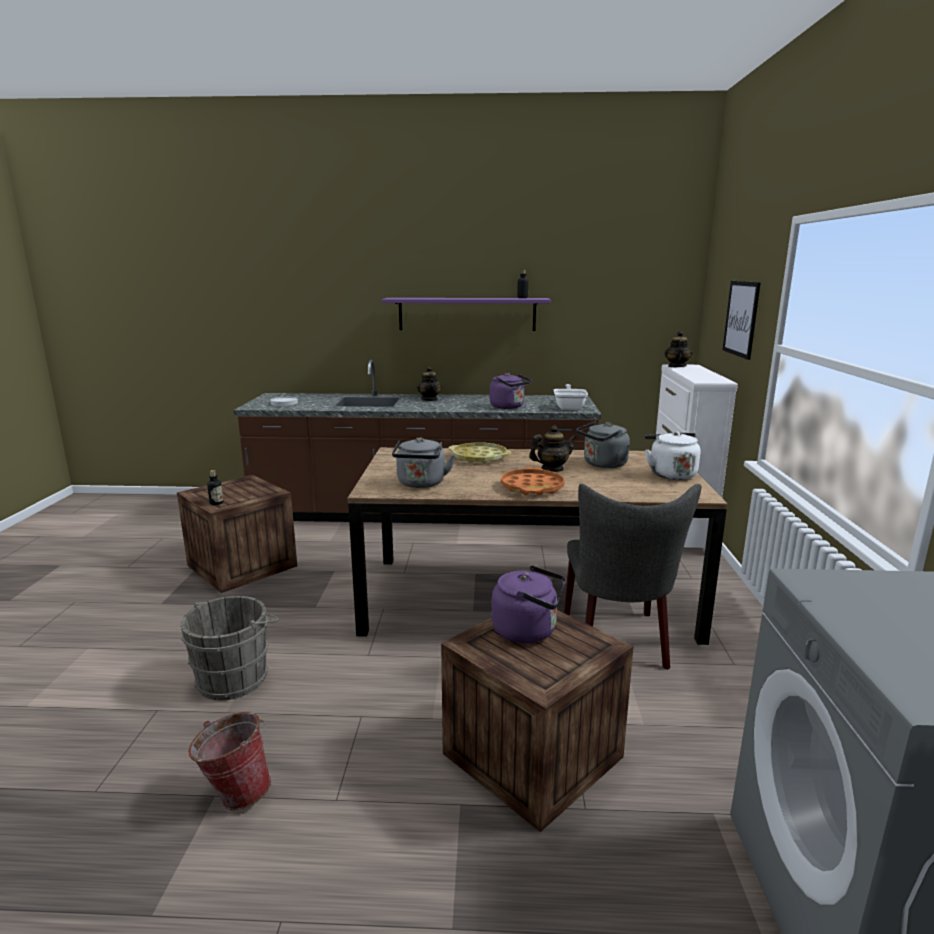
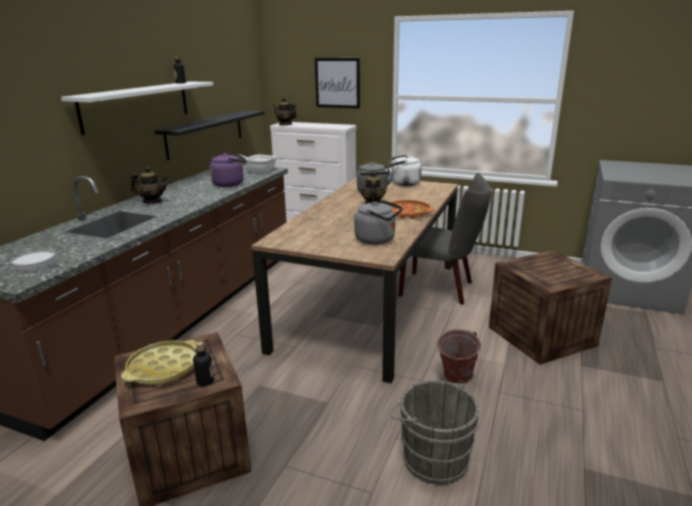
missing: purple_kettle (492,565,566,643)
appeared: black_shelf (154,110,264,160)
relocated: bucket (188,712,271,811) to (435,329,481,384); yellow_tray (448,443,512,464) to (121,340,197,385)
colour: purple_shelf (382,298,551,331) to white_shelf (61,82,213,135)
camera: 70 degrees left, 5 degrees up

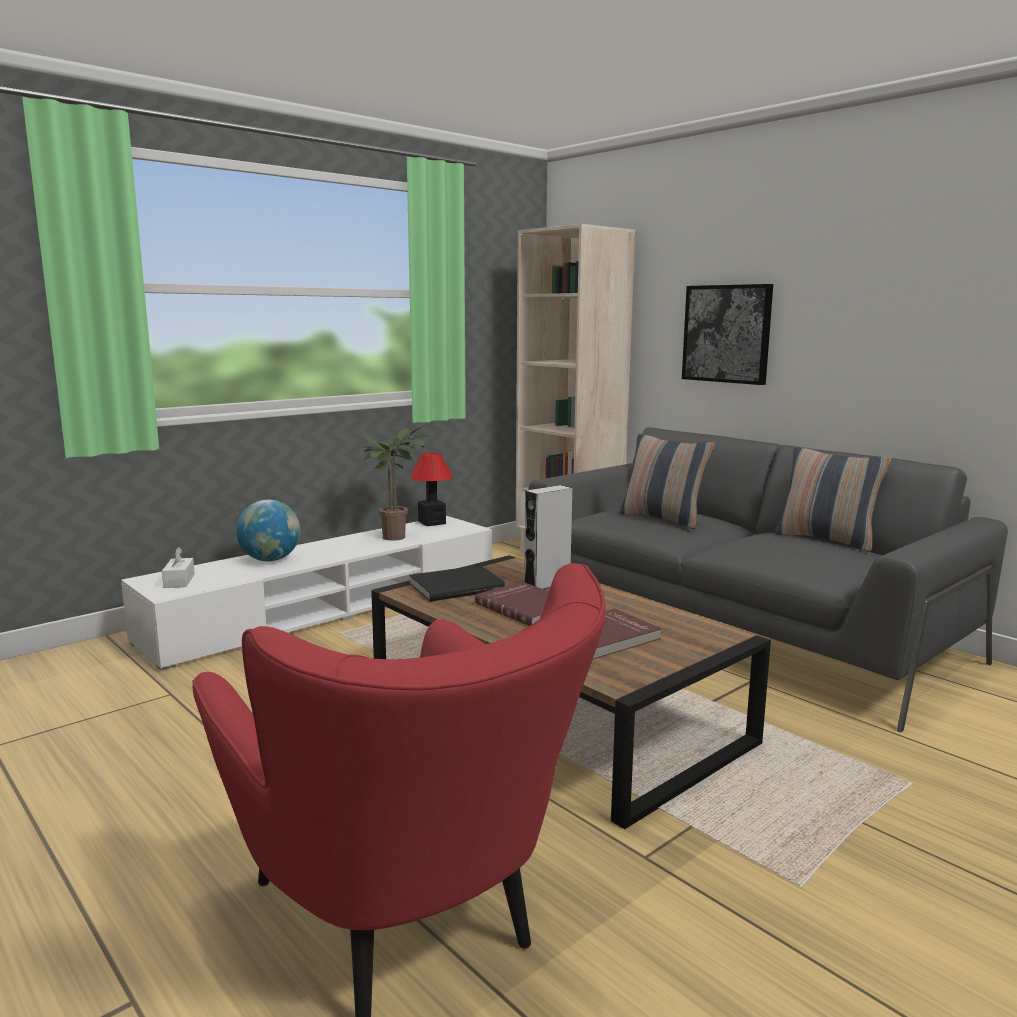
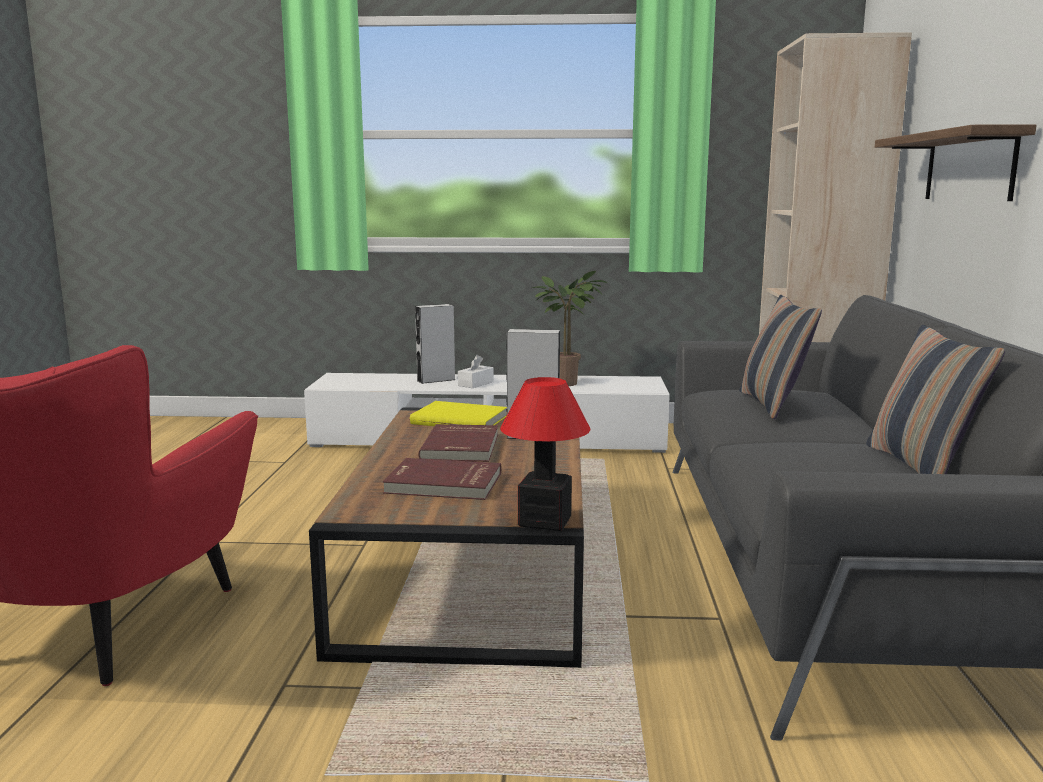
relocated: white_tissue_box (162,547,195,588) to (458,355,494,388); table_lamp (410,453,453,526) to (500,377,590,531)
exchanged: globe (236,500,300,562) to grey_speaker (415,304,455,384); picture (682,284,773,385) to shelf (875,124,1037,201)
colour: black_book (409,565,505,602) to yellow_book (410,401,507,426)
camera: 45 degrees right, 0 degrees up

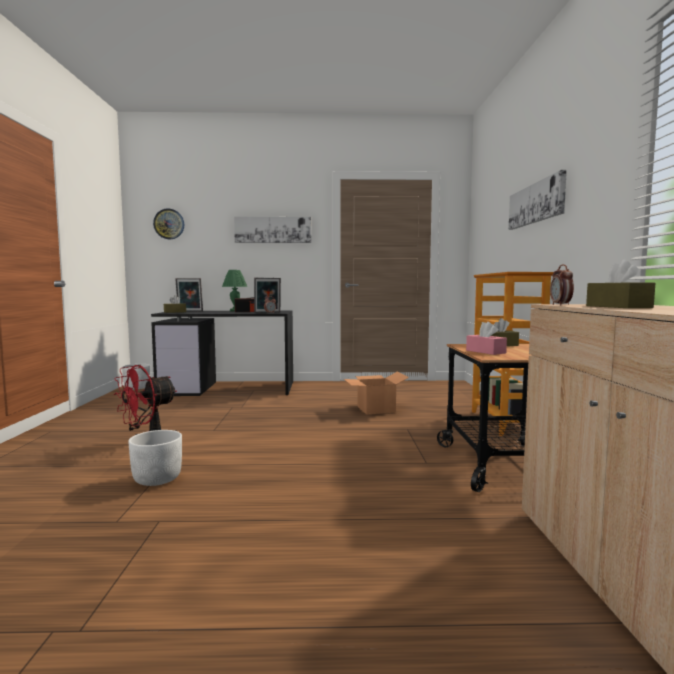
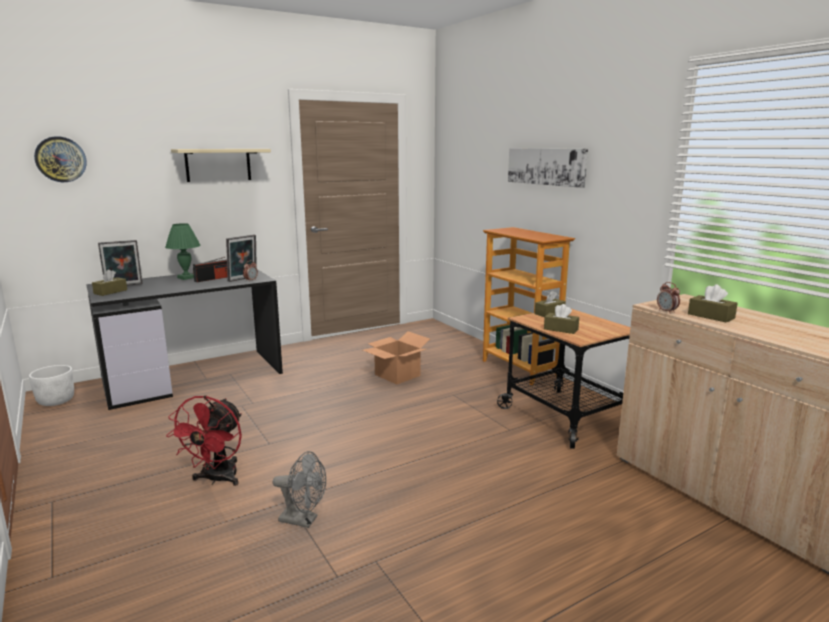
exchanged: white_planter (128,430,182,486) to grey_fan (273,451,326,528); picture (234,216,311,243) to beige_shelf (171,149,271,182)
colour: pink_tissue_box (466,322,507,355) to brown_tissue_box (544,304,579,334)
camera: 30 degrees left, 10 degrees up

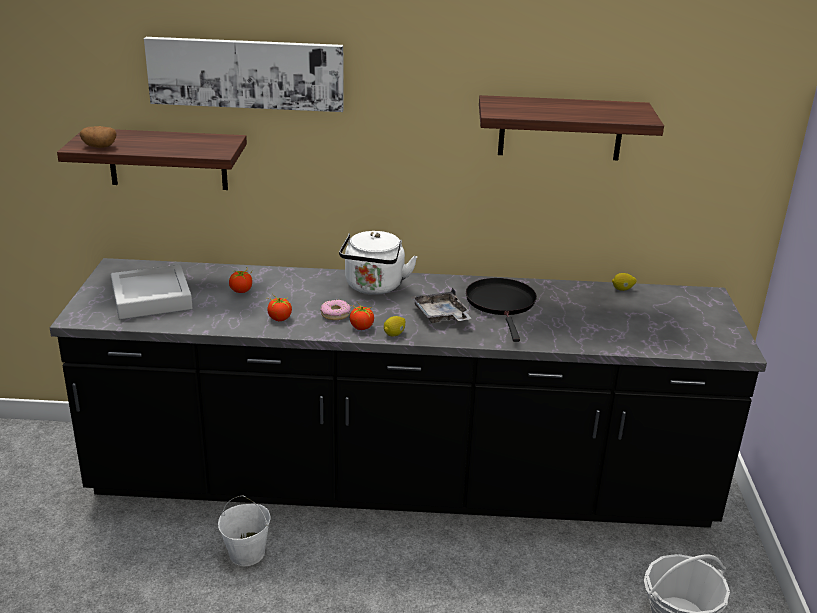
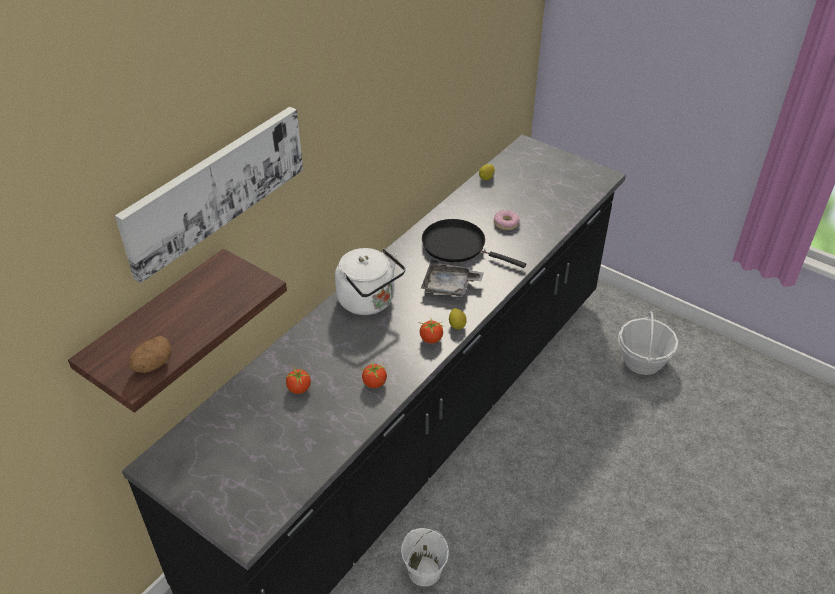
missing: grey_tray (111,265,192,319); shelf (479,95,664,160)
relocated: donut (320,300,351,320) to (494,210,520,230)
camera: 55 degrees left, 15 degrees up

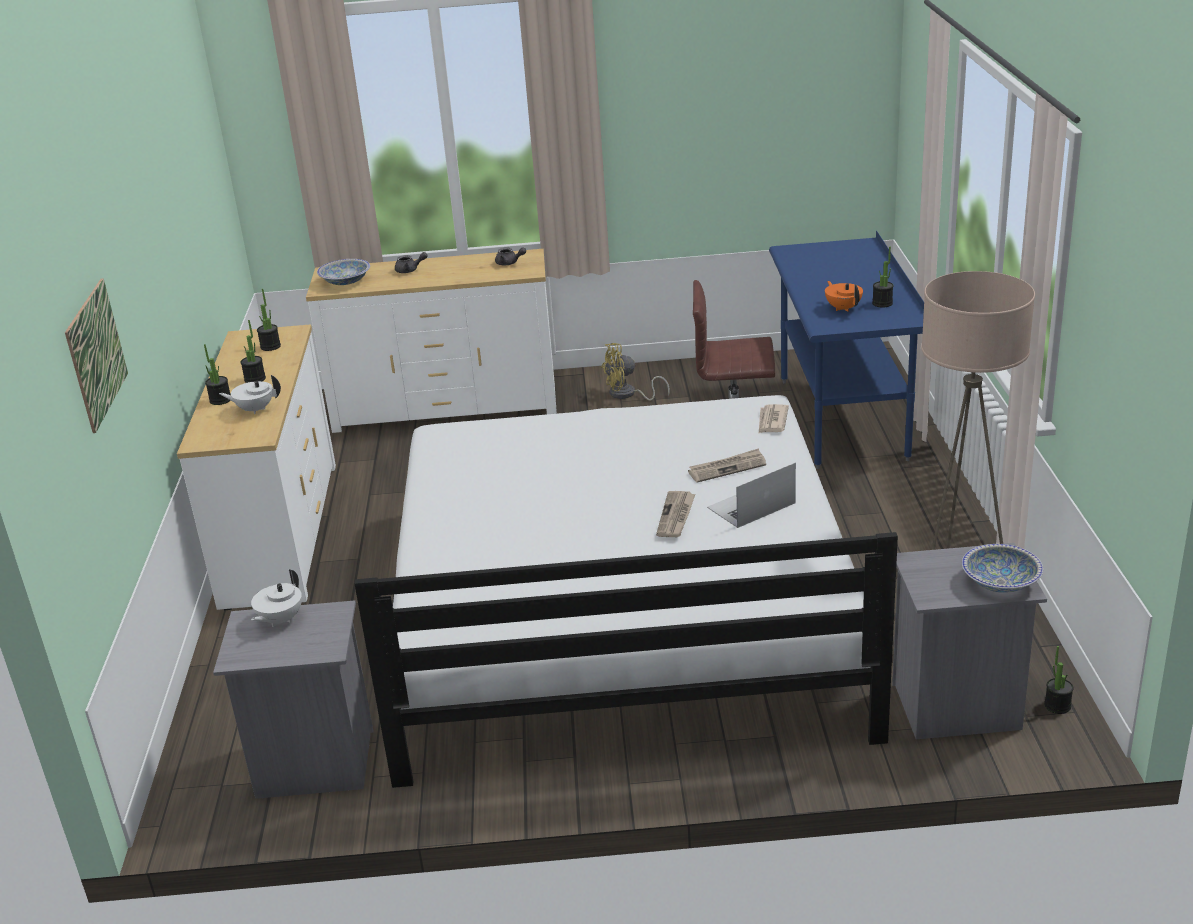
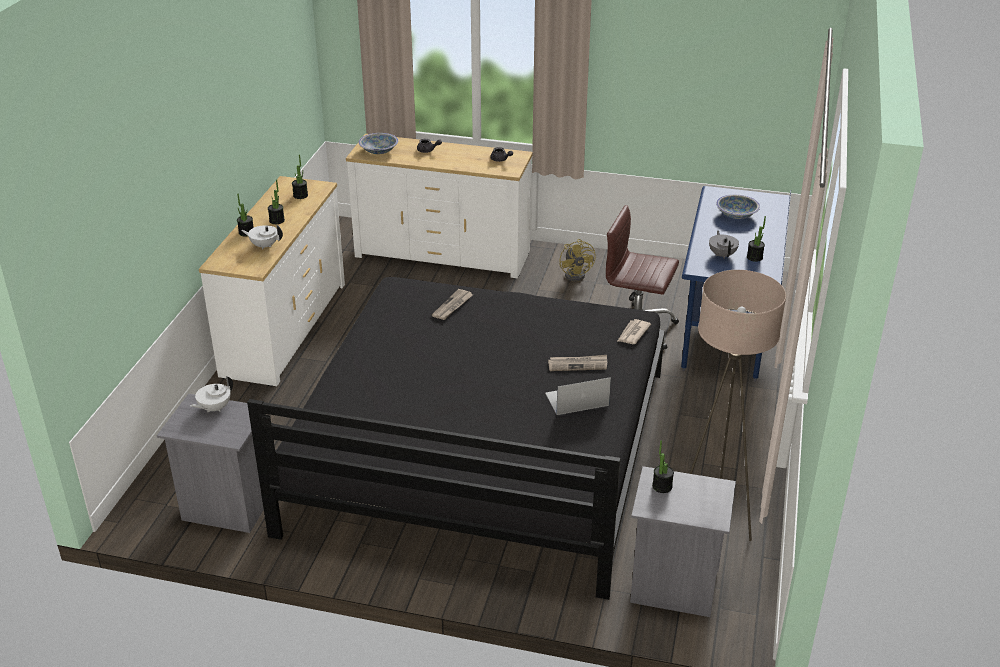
missing: picture (65,278,128,433)
relocated: newspaper (656,491,695,537) to (432,289,473,320); bowl (962,544,1043,593) to (716,194,760,219); potted_plant (1044,646,1074,714) to (652,440,674,493)
colour: white_bed (354,395,898,788) to black_bed (247,277,665,600); orange_teapot (825,281,863,312) to grey_teapot (709,230,739,259)
spun: yellow_fan (601,343,670,401) = (559,239,596,282) 105 degrees counterclockwise
camera: 15 degrees right, 5 degrees up

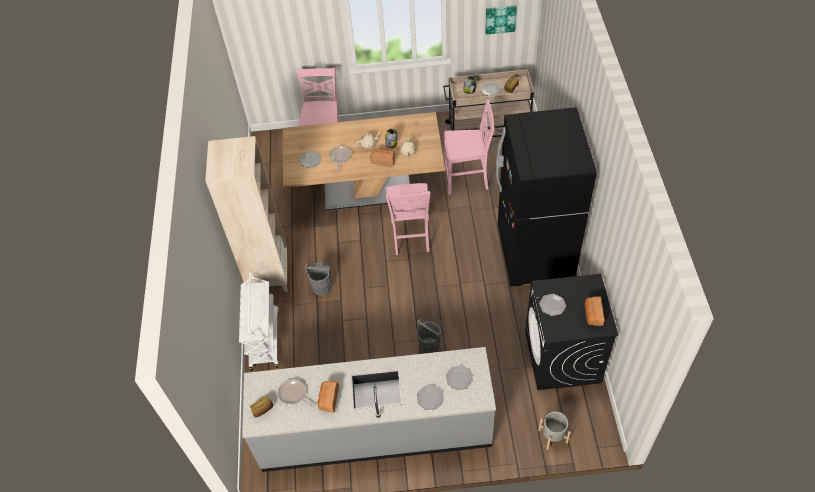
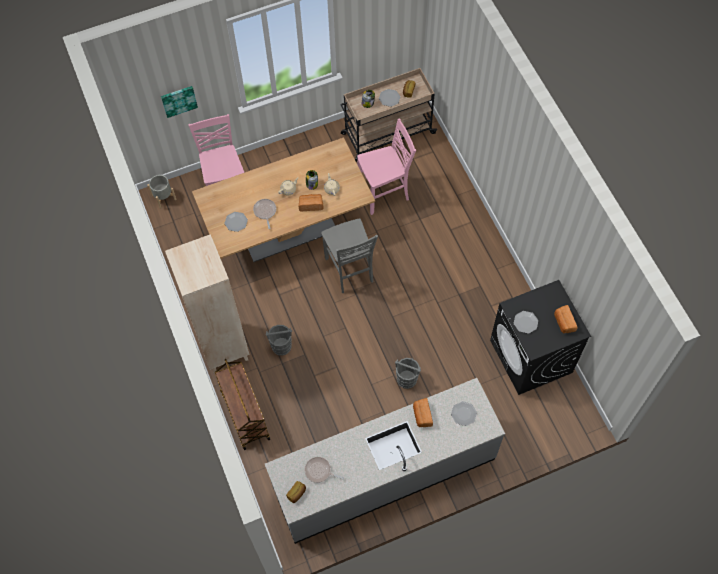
missing: plate (417,385,444,410); black_fridge (496,107,597,287)
relocated: bread (318,381,339,413) to (413,398,433,427); picture (485,5,517,35) to (161,86,198,118); grey_planter (538,412,571,450) to (147,175,176,209)
colour: white_cart (239,271,279,370) to brown_cart (215,359,270,450); pink_chair (386,183,430,255) to grey_chair (321,218,378,293)
camera: 20 degrees left, 10 degrees up

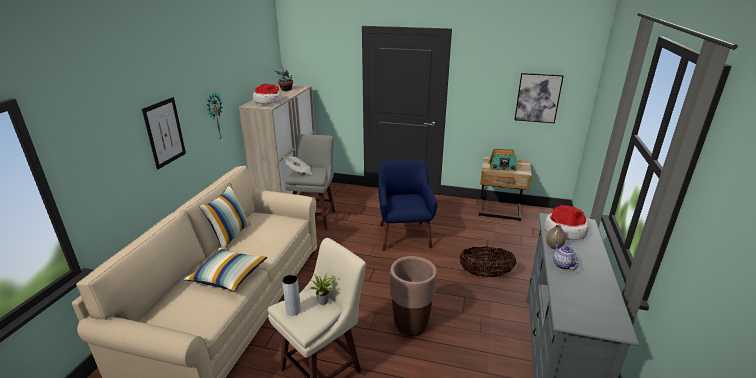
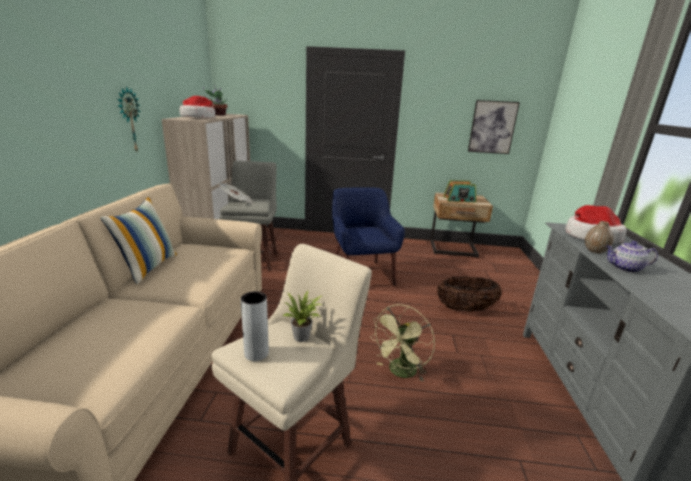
missing: picture (142,97,186,170); pillow (184,247,268,292)
exchanged: brown_planter (390,256,437,336) to green_fan (370,304,435,382)
spun: teapot (553,242,578,270) = (606,241,658,273) 60 degrees counterclockwise
camera: 10 degrees left, 5 degrees down

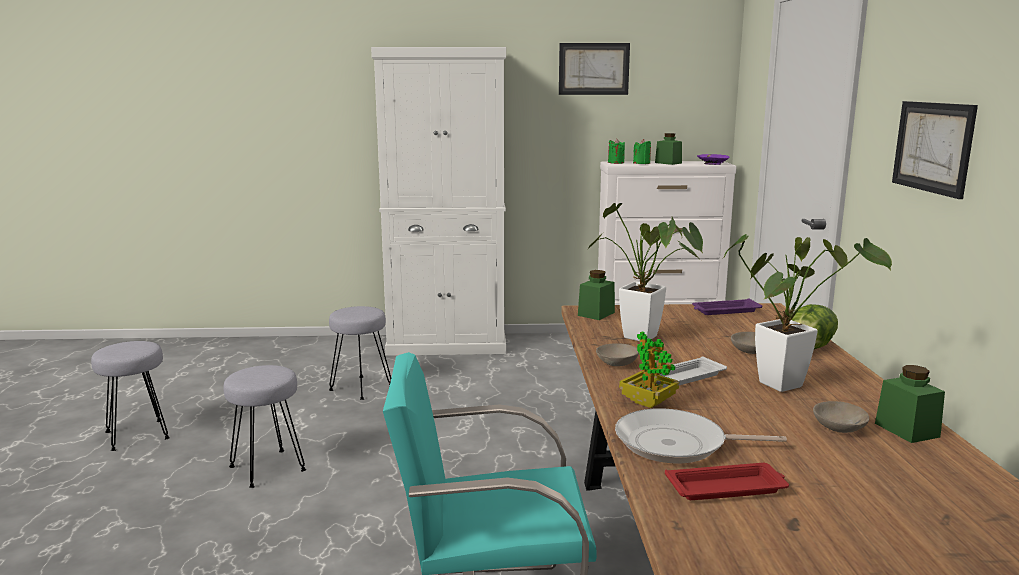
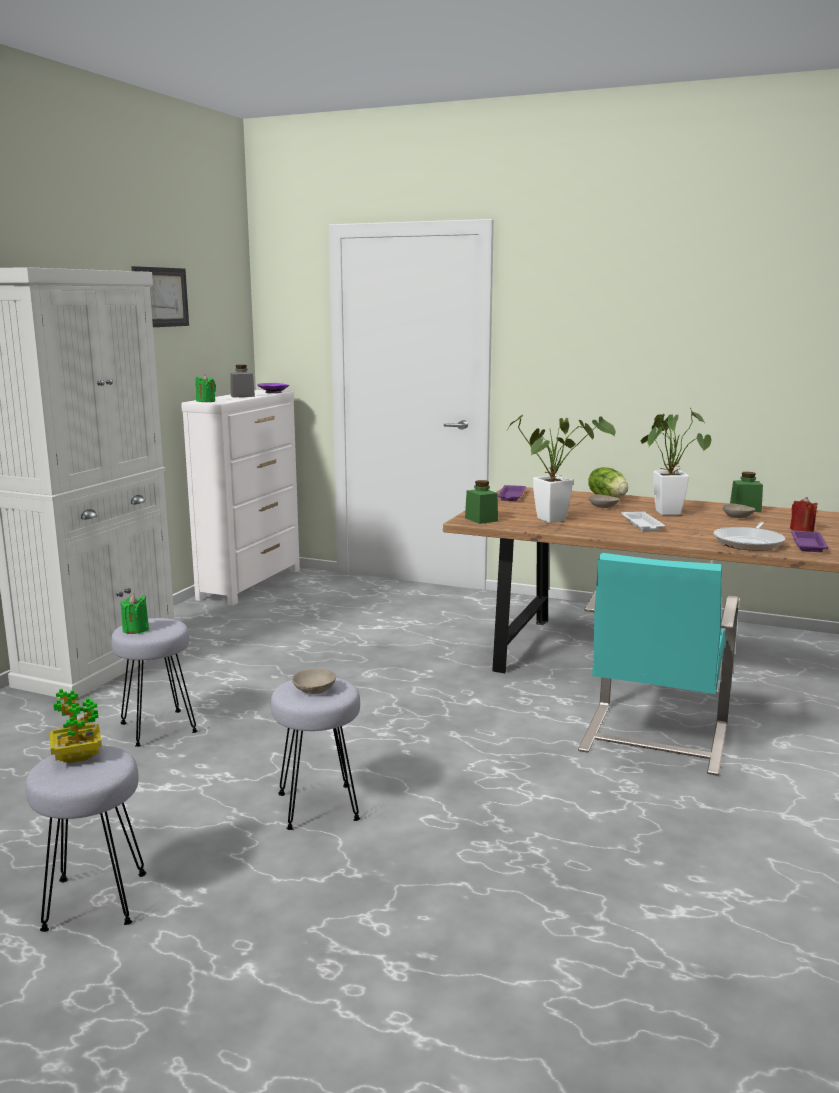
missing: picture (892,101,978,199)
appeared: red_candle (790,497,818,532)
relocated: beige_bowl (596,343,639,366) to (292,669,336,694); potted_plant (619,332,679,408) to (50,689,102,763); green_candle (633,139,651,164) to (120,594,149,634)
colour: green_jar (655,133,682,165) to grey_jar (230,365,255,397); red_tray (665,463,789,500) to purple_tray (791,531,828,552)
camera: 65 degrees left, 0 degrees up

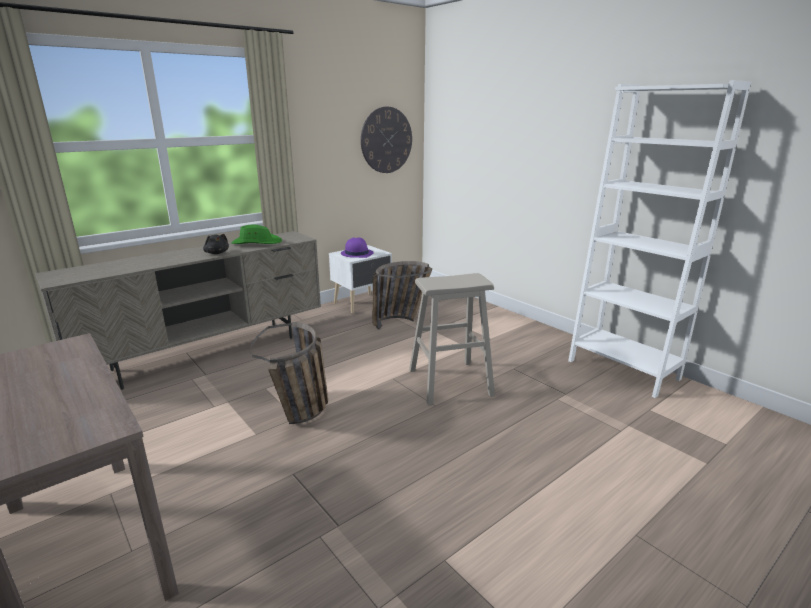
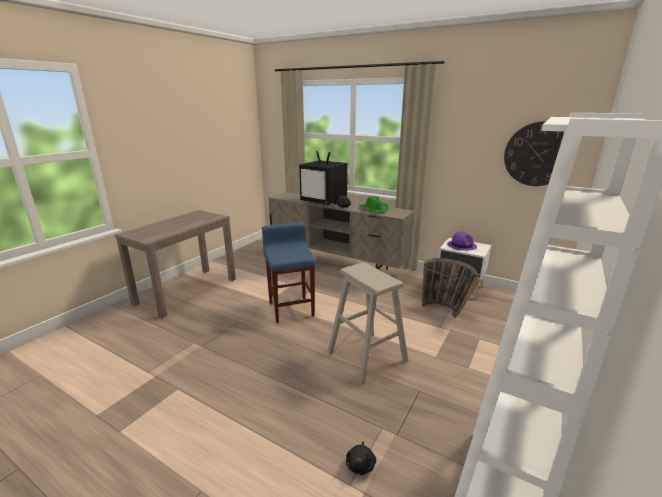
appeared: television (299,151,348,205); black_plush_toy (346,441,376,475)
exchanged: basket (250,322,328,424) to blue_stool (262,222,316,323)
camera: 70 degrees right, 0 degrees up

